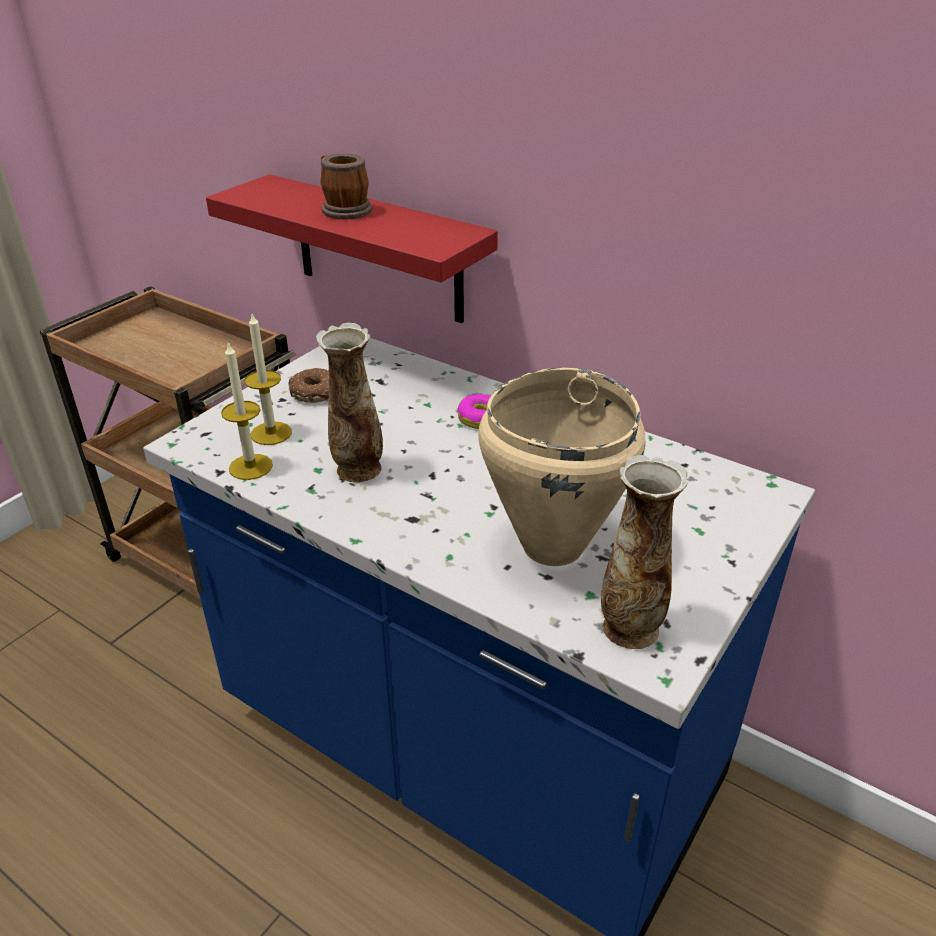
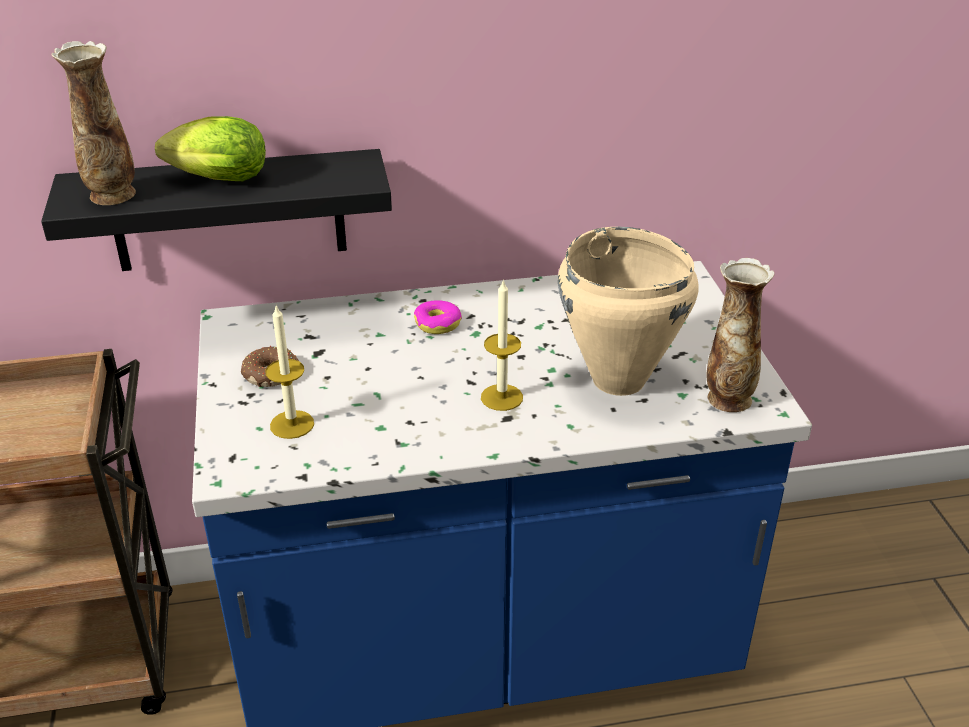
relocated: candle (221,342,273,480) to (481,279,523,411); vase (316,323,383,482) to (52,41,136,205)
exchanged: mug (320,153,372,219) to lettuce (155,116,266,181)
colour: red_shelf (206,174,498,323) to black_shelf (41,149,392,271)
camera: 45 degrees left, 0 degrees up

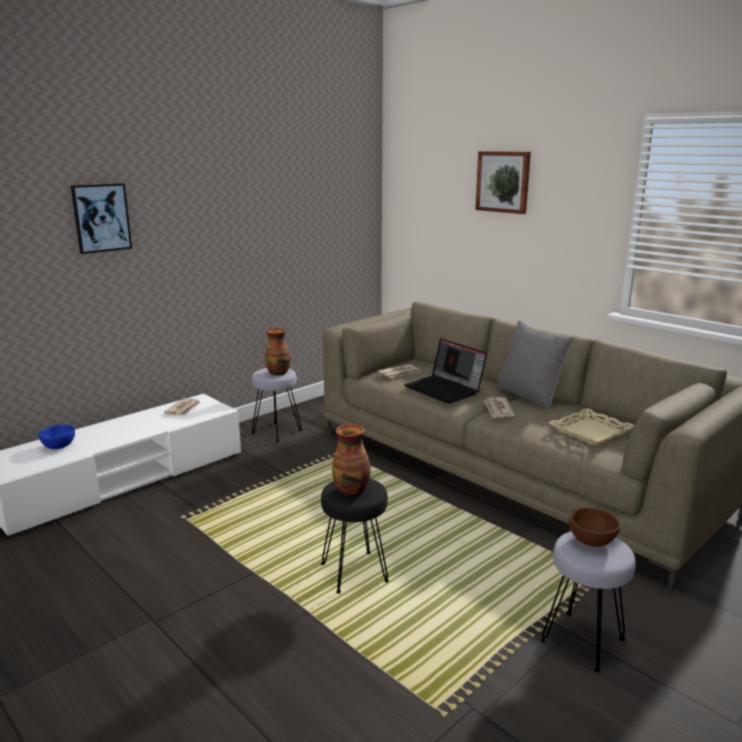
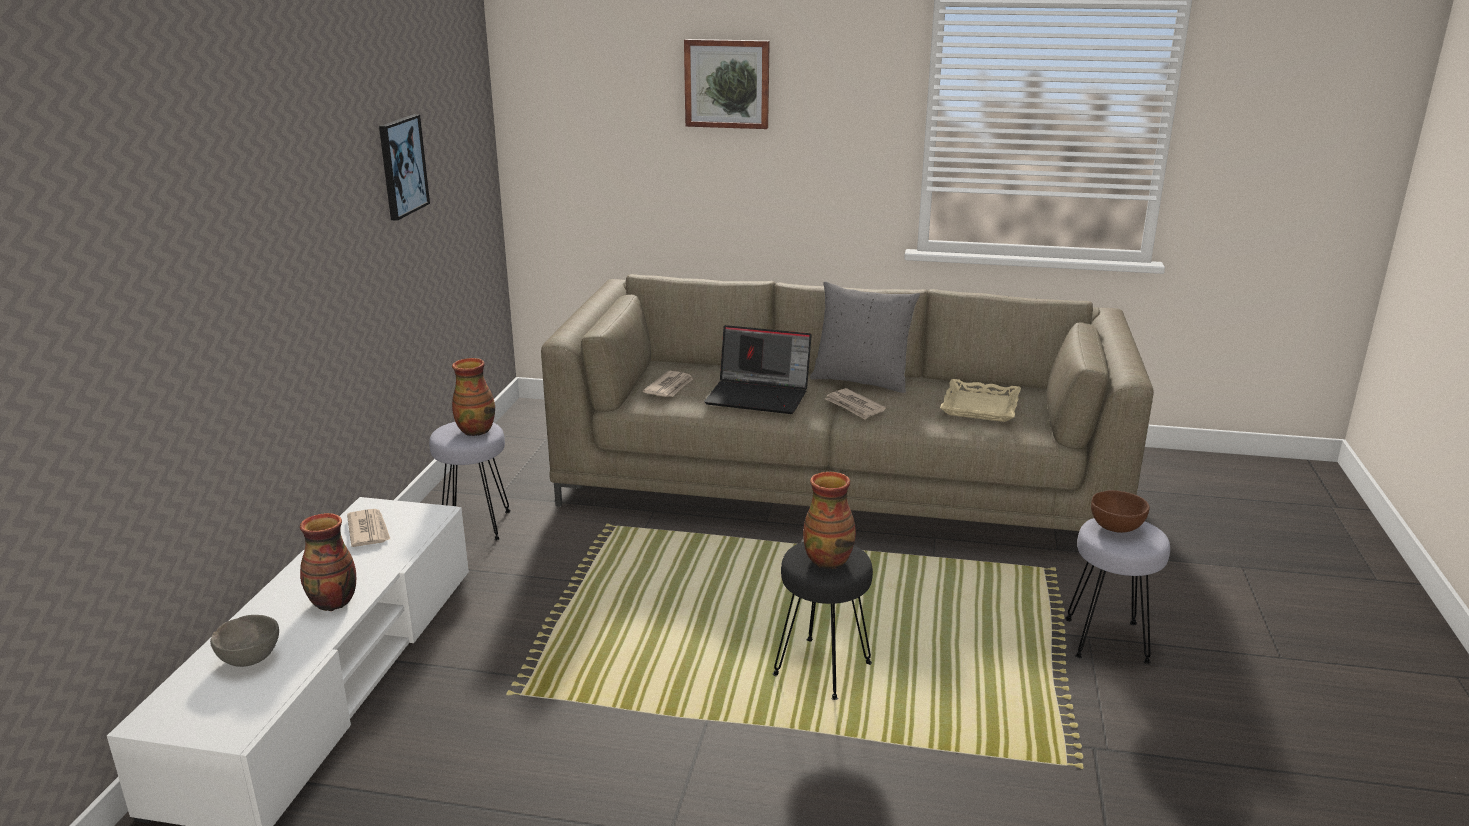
appeared: vase (300,513,356,611)
relocated: picture (71,183,132,254) to (379,114,430,221)
colour: blue_bowl (38,424,75,449) to grey_bowl (210,615,279,667)
camera: 35 degrees left, 5 degrees up

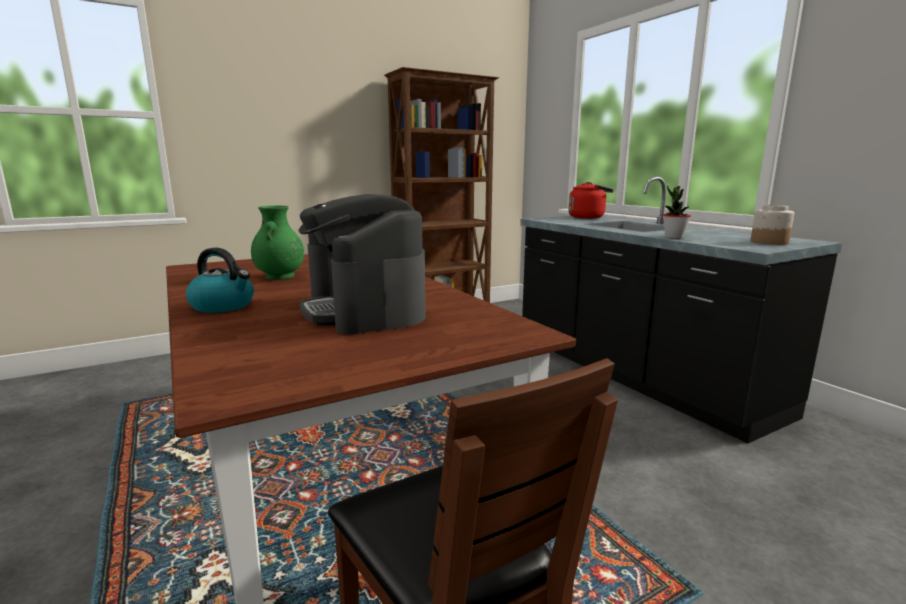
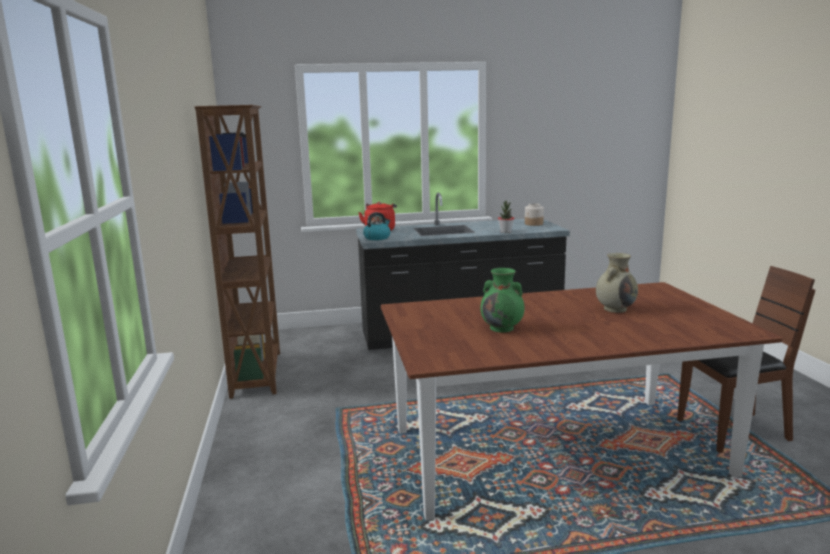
relocated: kettle (186,248,254,313) to (363,212,391,240)
exchanged: coffee_machine (298,194,426,335) to beige_vase (596,253,638,313)
camera: 70 degrees left, 0 degrees up

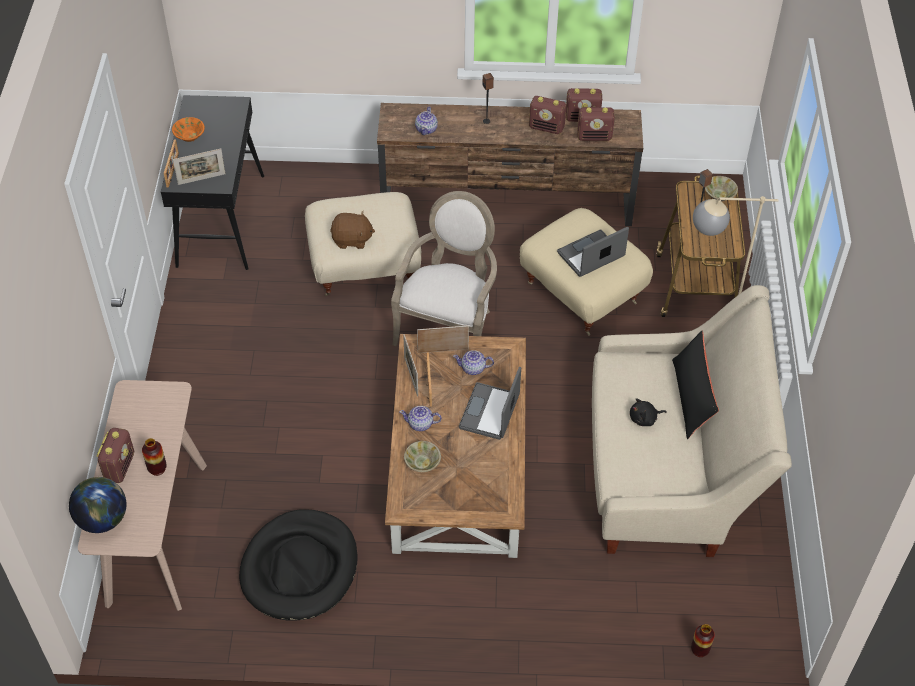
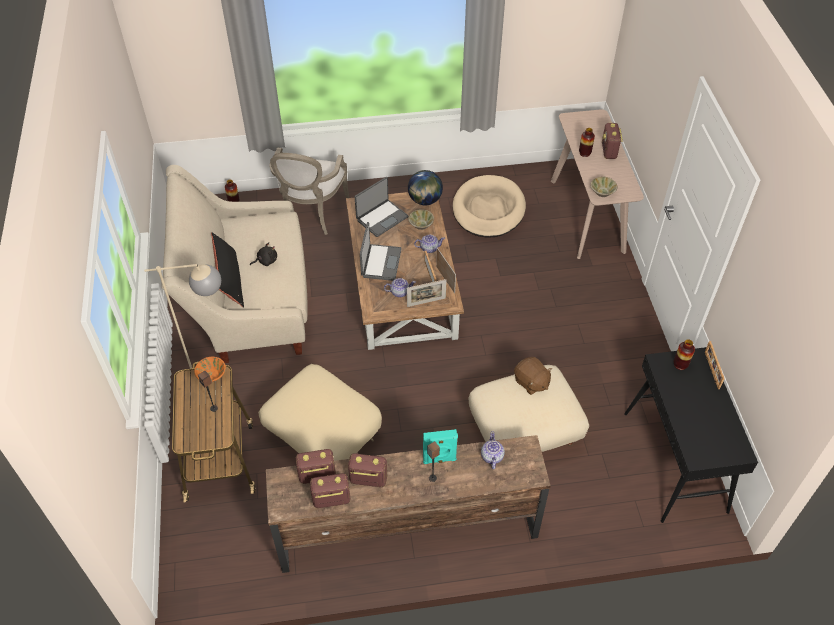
appeared: turquoise_speaker (423,429,458,464)
relocated: globe (69,477,126,533) to (408,170,443,205); orange_bowl (172,117,205,142) to (194,357,226,382); armchair (391,191,497,346) to (269,148,350,235); laptop (557,227,629,277) to (355,177,408,237); beige_bowl (705,176,738,202) to (590,176,617,197)
exchanged: picture_frame (173,148,226,185) to vase (674,339,695,370)
colour: black_dog_bed (239,509,358,621) to beige_dog_bed (453,175,526,238)
spun: brown_plush_toy (330,211,375,249) = (514,357,552,395) 120 degrees counterclockwise
camera: 170 degrees right, 0 degrees up

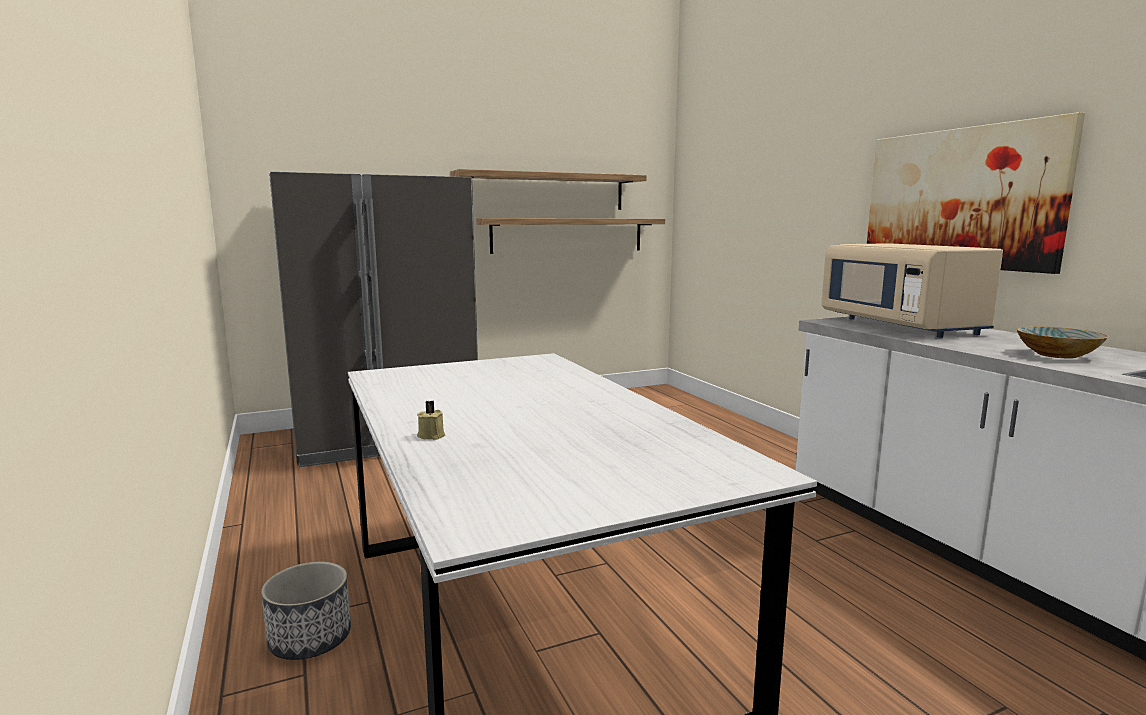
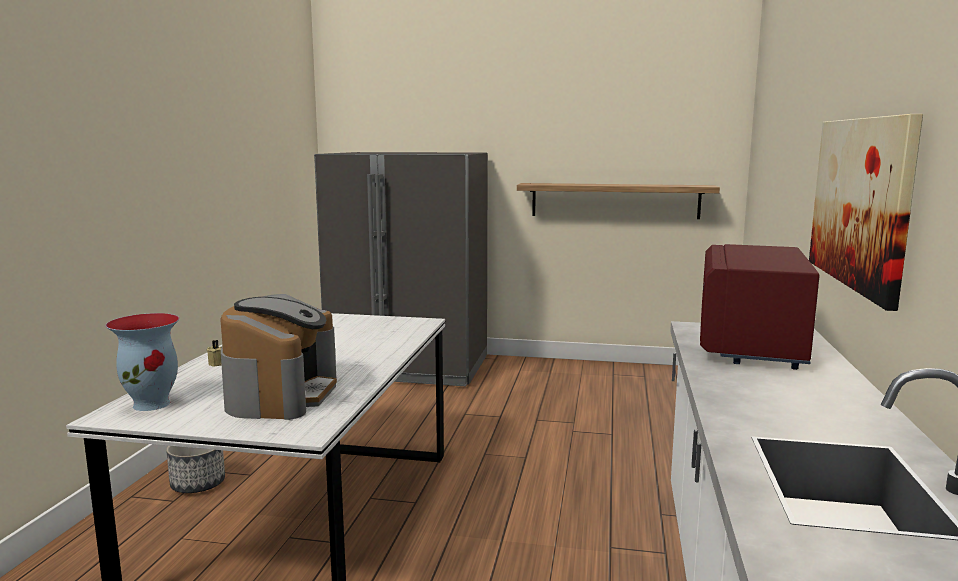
missing: shelf (450,169,647,210); bowl (1017,327,1108,359)
appeared: vase (106,313,179,411); coffee_machine (220,294,337,420)
colour: beige_microwave (821,243,1003,338) to red_microwave (700,244,820,370)
camera: 35 degrees right, 0 degrees up

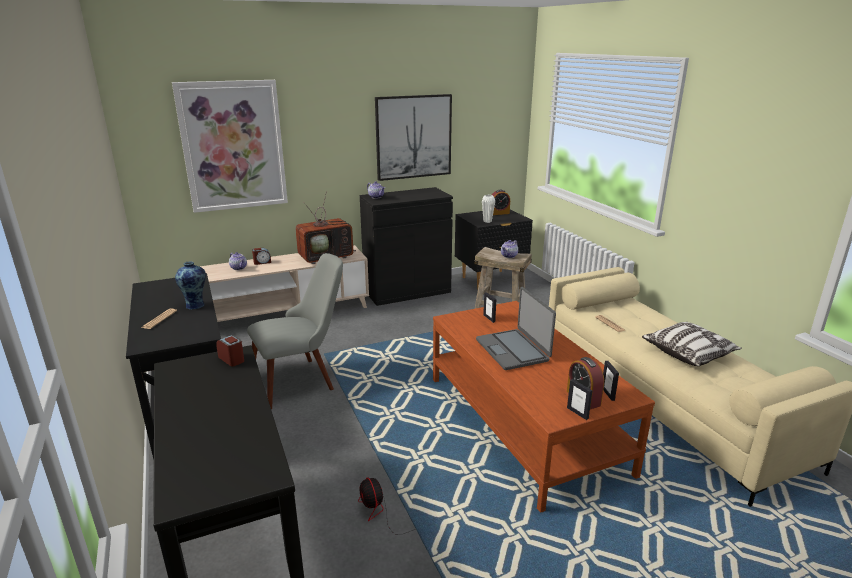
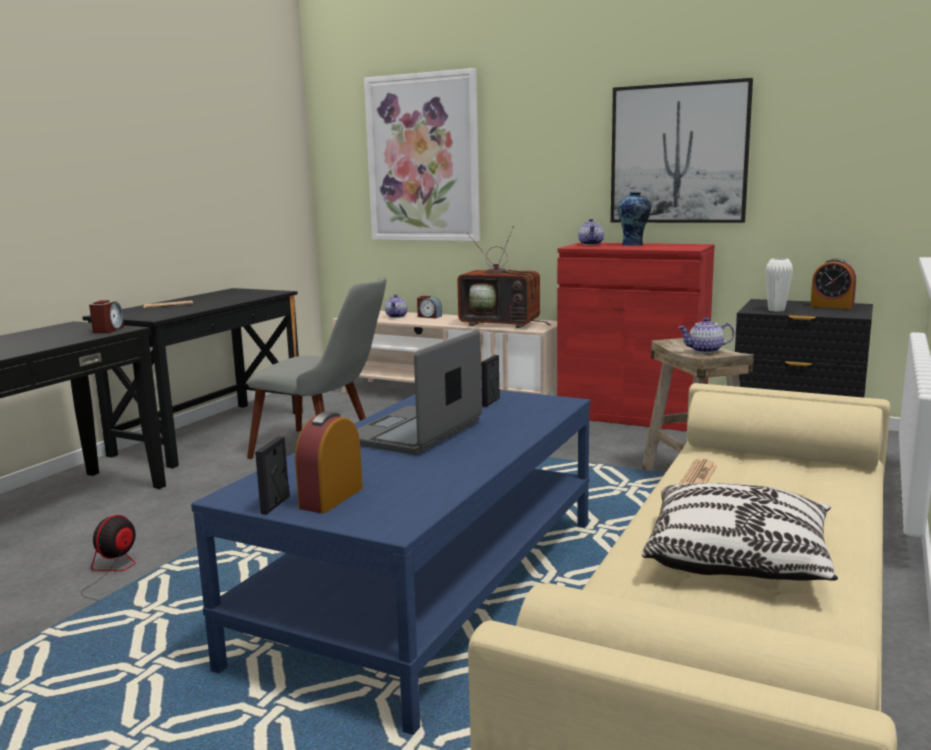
missing: picture_frame (603,361,619,401)
relocated: vase (175,261,206,310) to (618,192,651,246)
colour: black_cabinet (360,187,453,306) to red_cabinet (557,243,714,431); brown_coffee_table (433,301,655,513) to blue_coffee_table (191,390,590,735)
camera: 50 degrees right, 10 degrees down

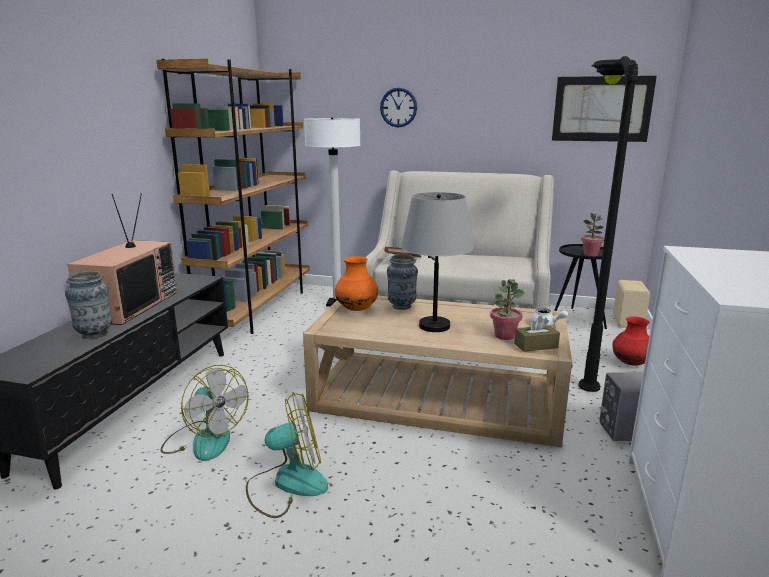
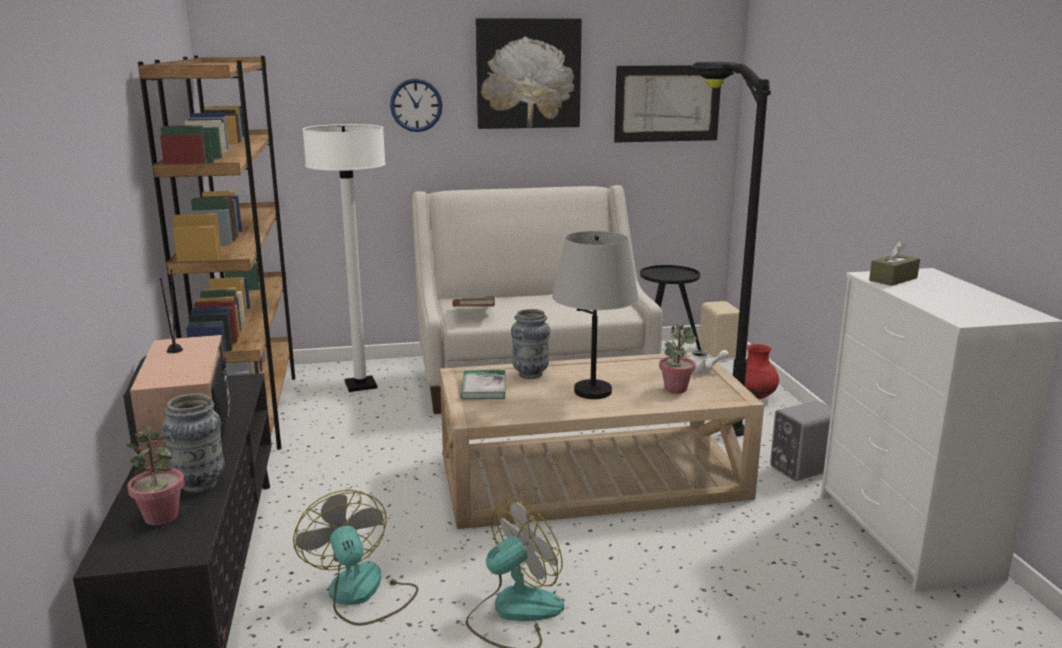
appeared: picture (476,18,582,129)
relocated: brown_tissue_box (514,316,560,352) to (869,240,920,286); potted_plant (581,213,604,256) to (126,423,185,526)
exchanged: orange_vase (335,256,378,311) to book (461,370,505,399)
spun: fan (161,365,249,461) = (293,490,419,626) 135 degrees counterclockwise
camera: 25 degrees left, 0 degrees up

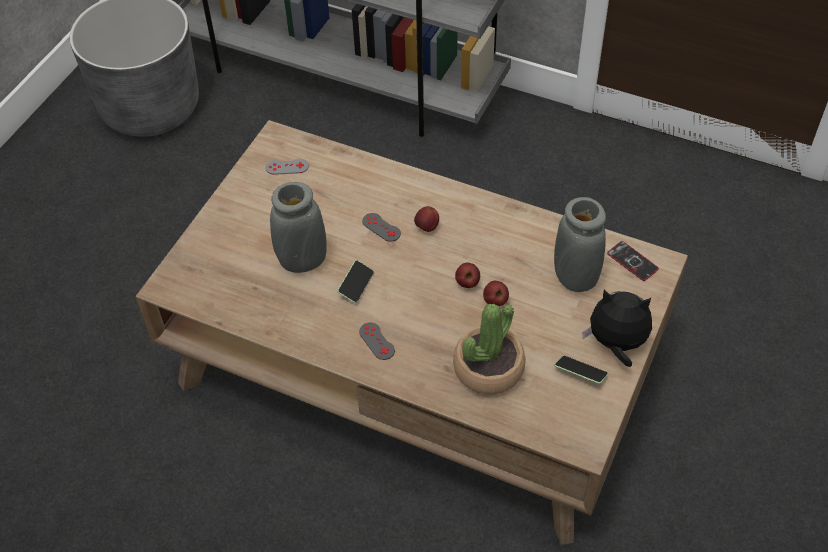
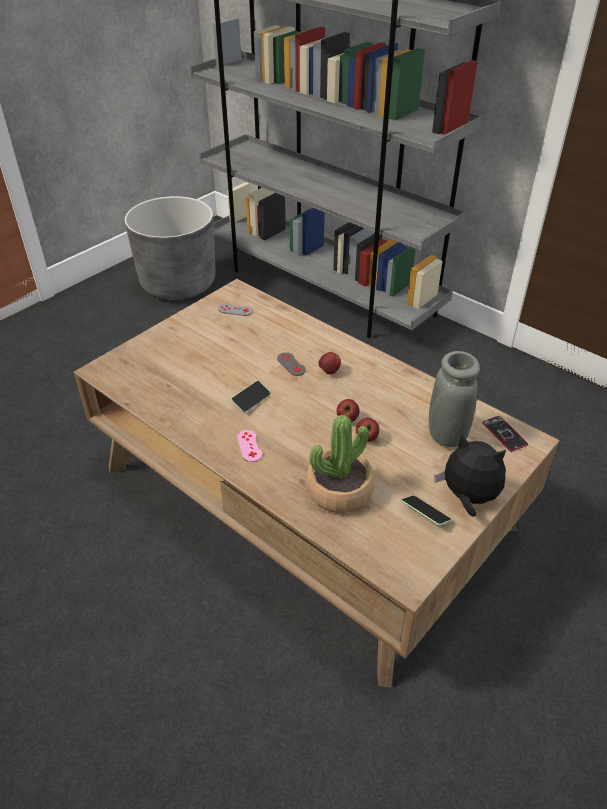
missing: grey_vase (270,182,327,273)
colour: grey_game_controller (359,322,395,360) to pink_game_controller (237,430,262,462)
camera: 15 degrees right, 10 degrees down

